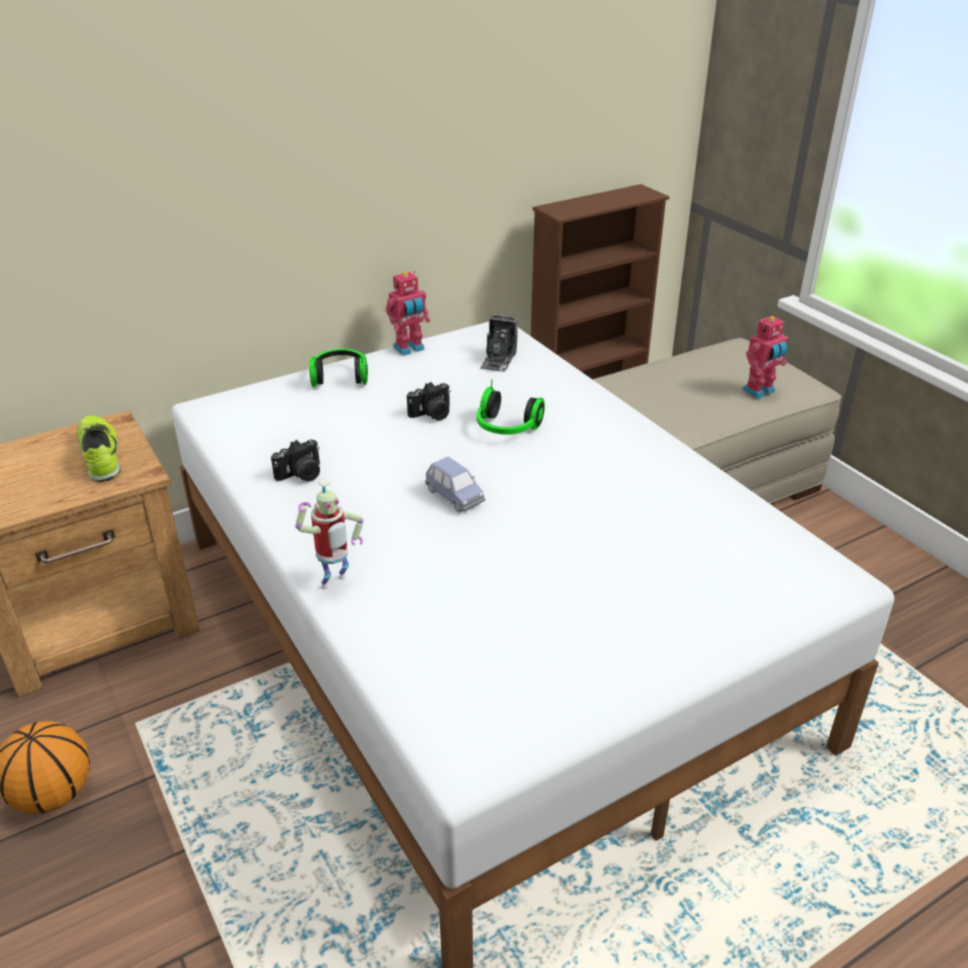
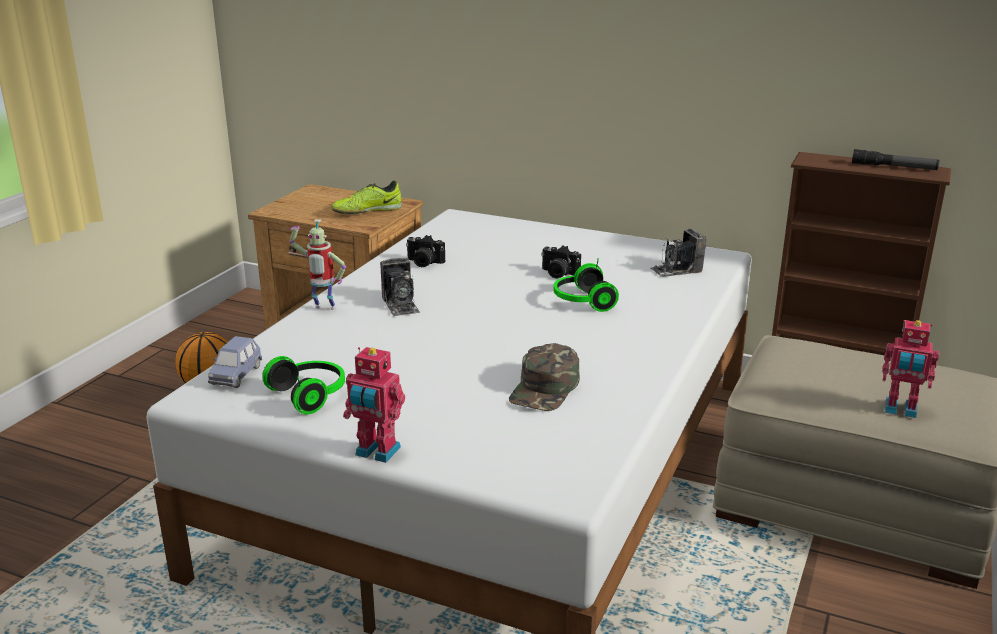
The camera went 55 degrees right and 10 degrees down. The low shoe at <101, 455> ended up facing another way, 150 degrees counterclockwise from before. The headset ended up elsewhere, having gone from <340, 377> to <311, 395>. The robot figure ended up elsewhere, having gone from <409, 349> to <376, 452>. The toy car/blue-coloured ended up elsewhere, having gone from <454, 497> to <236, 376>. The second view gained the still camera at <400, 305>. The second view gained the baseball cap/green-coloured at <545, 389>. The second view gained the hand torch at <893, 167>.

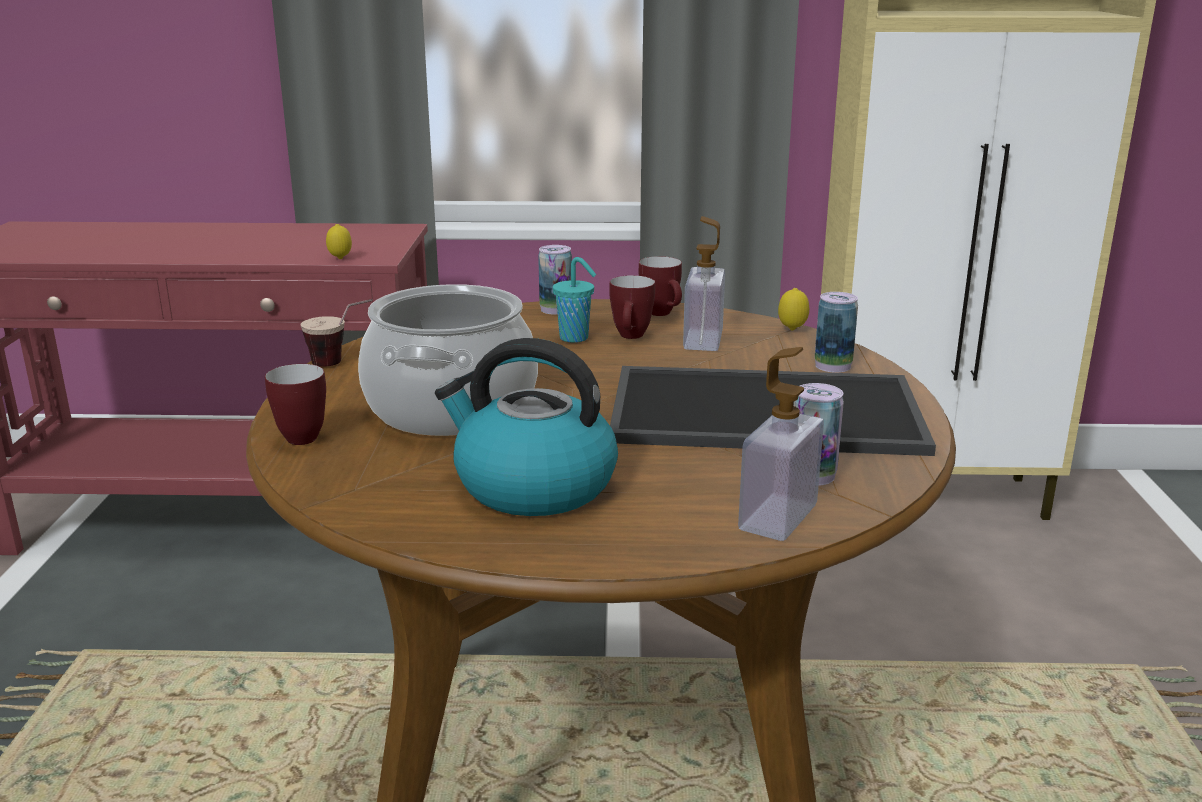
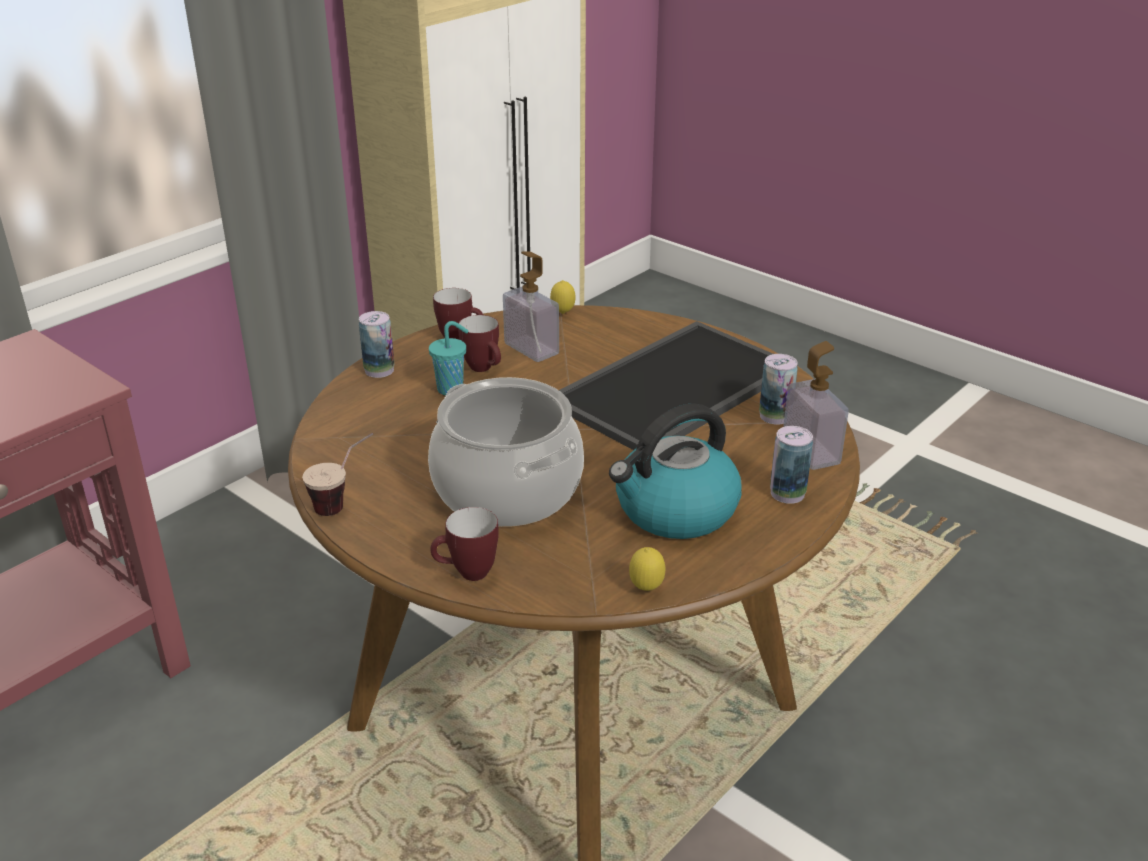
The camera went 50 degrees left and 10 degrees up. The lemon ended up elsewhere, having gone from <340, 259> to <646, 589>. The can ended up elsewhere, having gone from <833, 366> to <787, 493>.

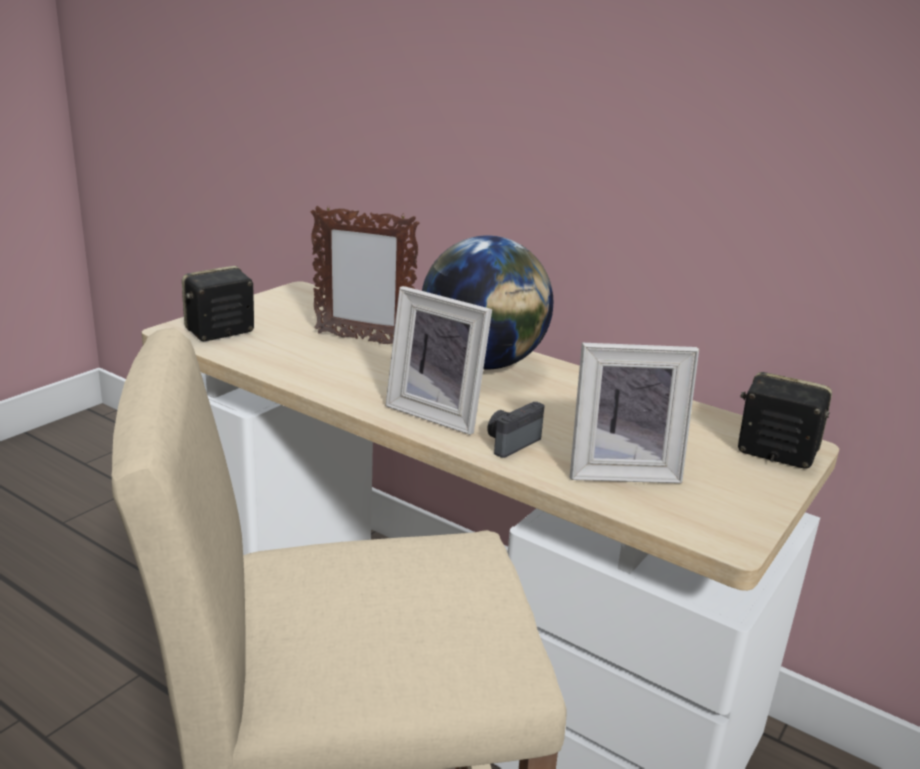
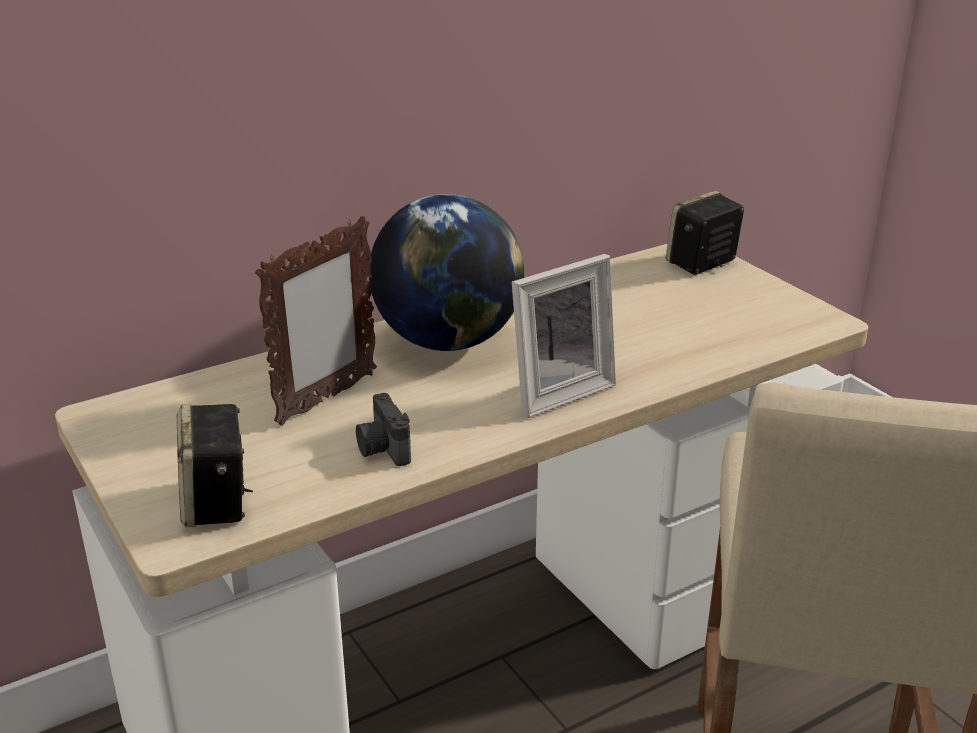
The camera went 65 degrees left and 5 degrees up. The still camera ended up elsewhere, having gone from <510, 442> to <382, 449>. The second view lost the photo frame at <621, 470>.

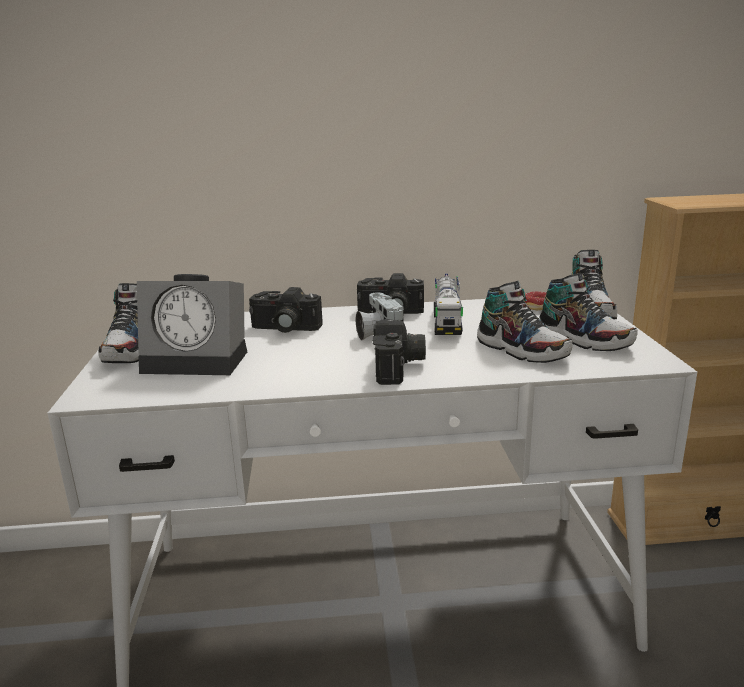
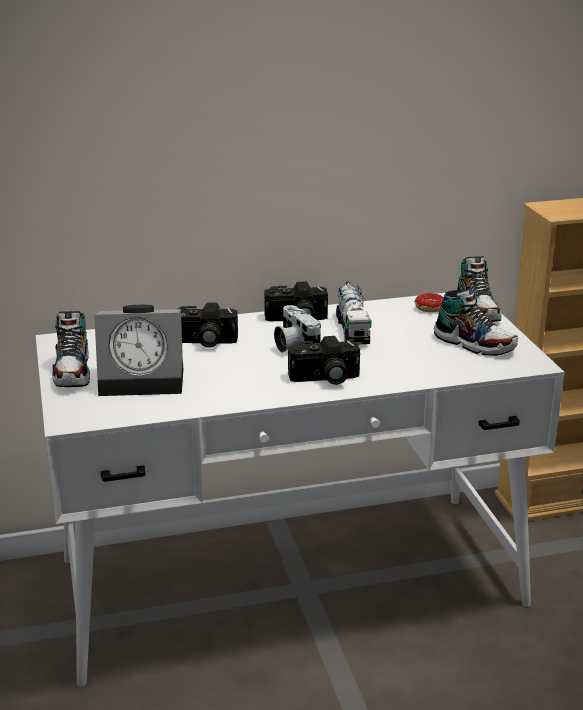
The camera went 10 degrees left and 5 degrees up. The still camera at <399, 367> ended up facing another way, 90 degrees clockwise from before. The second view lost the low shoe at <522, 350>.

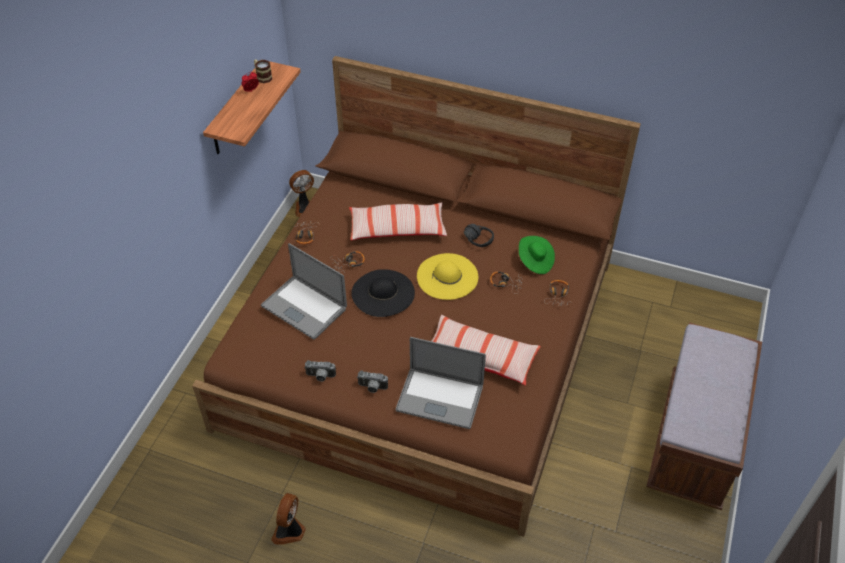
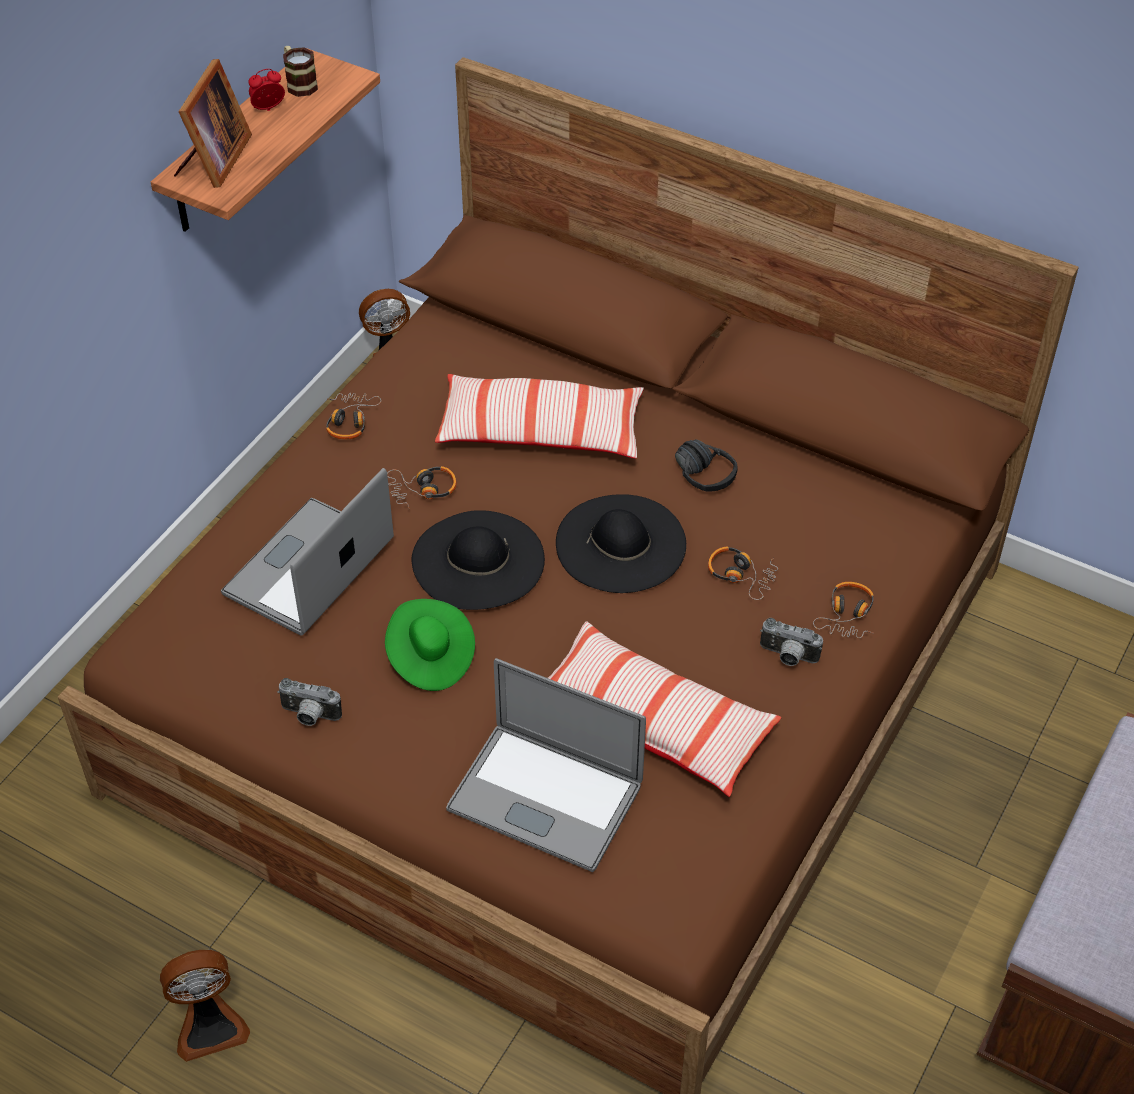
The camera went 10 degrees right and 0 degrees up. The notebook computer at <304, 307> ended up facing another way, 75 degrees clockwise from before. The electric fan at <290, 531> ended up facing another way, 135 degrees counterclockwise from before. The still camera ended up elsewhere, having gone from <372, 388> to <787, 657>. What was the wearable hat/yellow at <447, 276> turned into the wearable hat/black-coloured at <621, 543>. The wearable hat/green-coloured ended up elsewhere, having gone from <535, 261> to <430, 658>. The second view gained the photo frame at <213, 161>.

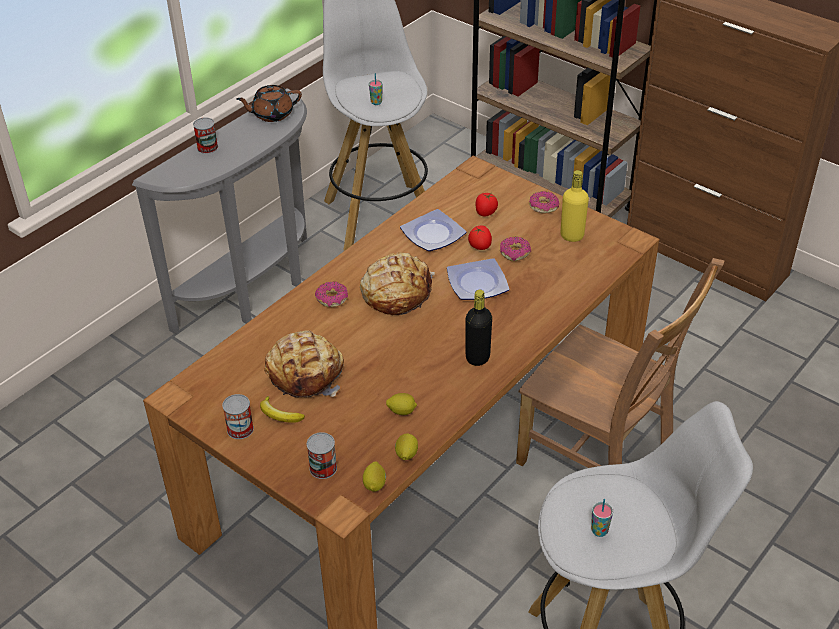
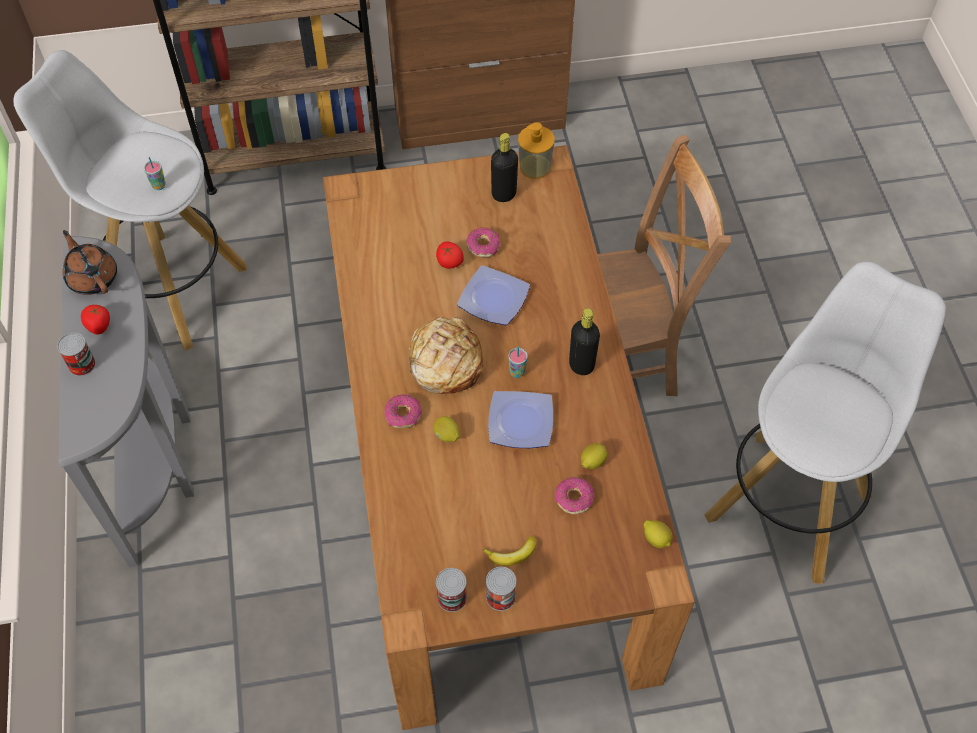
The camera went 50 degrees left and 15 degrees up. The tea pot/brownish at <272, 114> ended up facing another way, 120 degrees clockwise from before. The second view lost the bakery bread at <306, 373>. The can ended up elsewhere, having gone from <323, 468> to <452, 597>. The lemon ended up elsewhere, having gone from <406, 454> to <446, 435>. The flat dish ended up elsewhere, having gone from <432, 235> to <521, 423>. The fresh tomato ended up elsewhere, having gone from <485, 212> to <99, 326>. The doughnut ended up elsewhere, having gone from <543, 206> to <573, 498>. What was the beverage bottle/yellow at <572, 236> turned into the beverage bottle/black-coloured at <503, 194>. The small cup ended up elsewhere, having gone from <599, 531> to <517, 372>. The second view gained the soap bottle at <535, 166>.

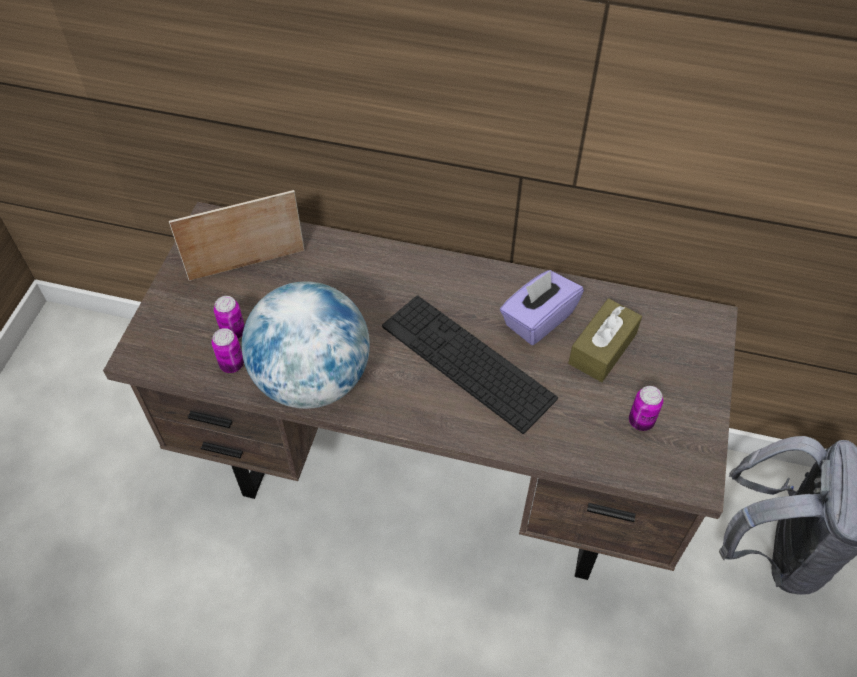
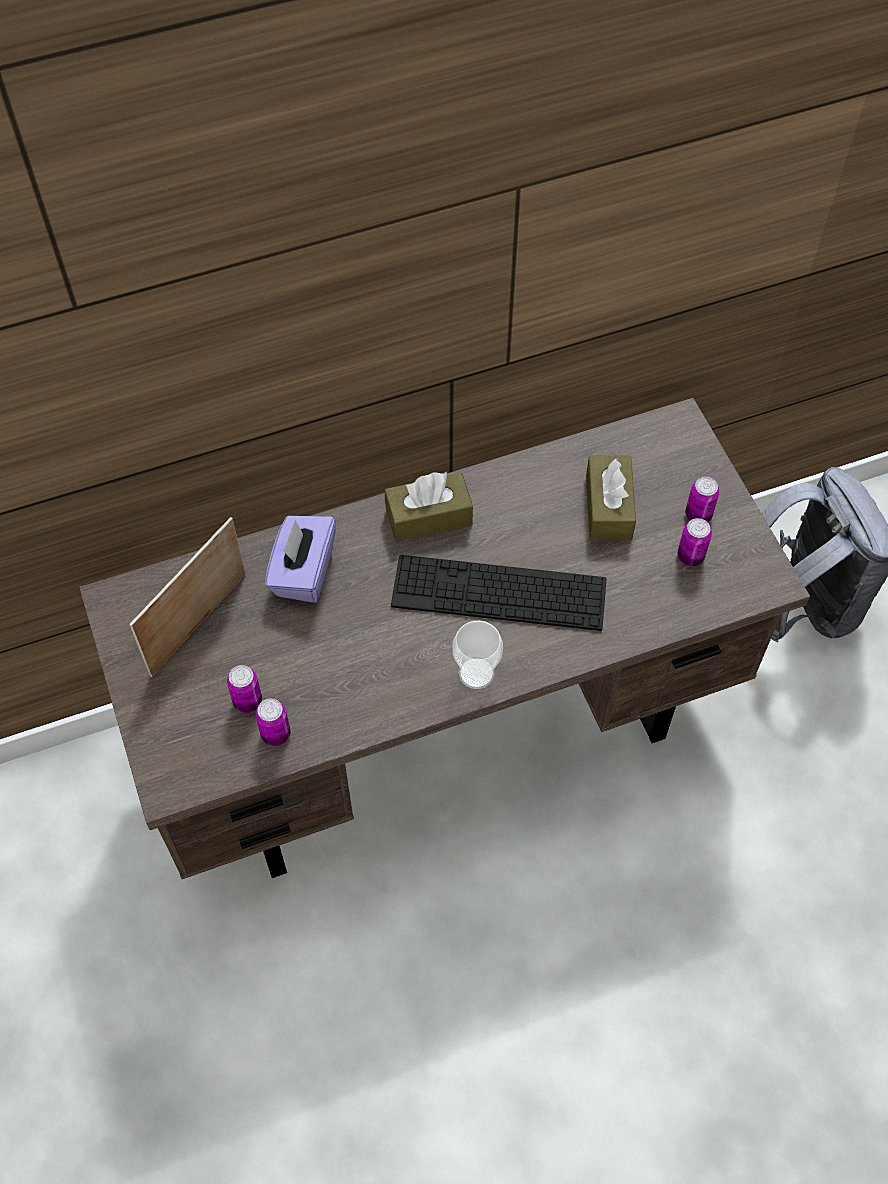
The camera went 35 degrees left and 5 degrees up. The second view lost the world globe at <312, 379>. The box of tissues/purple-coloured ended up elsewhere, having gone from <537, 319> to <303, 572>. The second view gained the box of tissues/brownish at <428, 517>. The second view gained the small cup at <476, 673>. The second view gained the can at <698, 515>.

